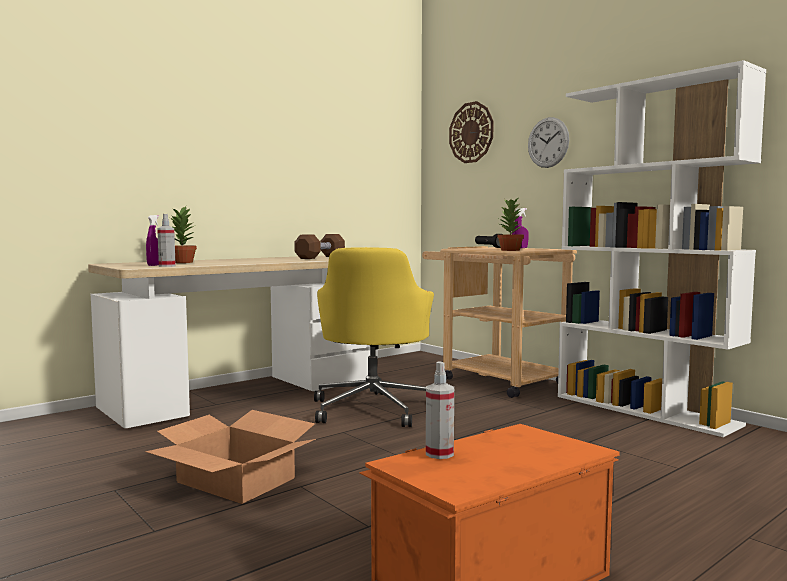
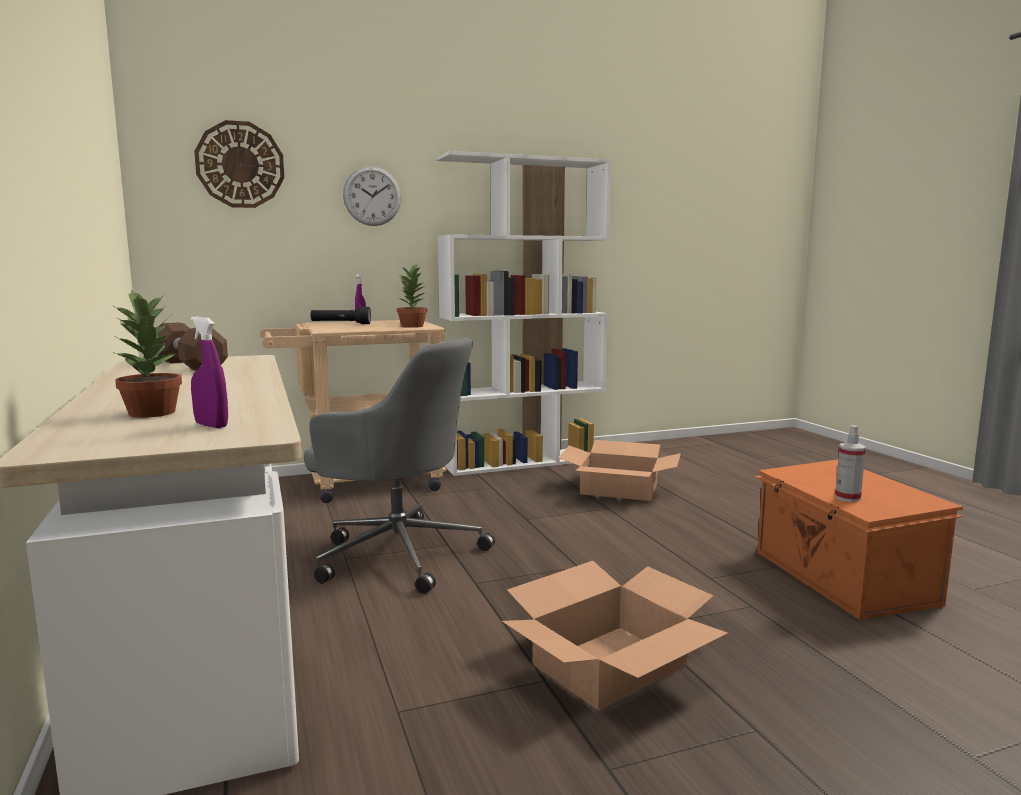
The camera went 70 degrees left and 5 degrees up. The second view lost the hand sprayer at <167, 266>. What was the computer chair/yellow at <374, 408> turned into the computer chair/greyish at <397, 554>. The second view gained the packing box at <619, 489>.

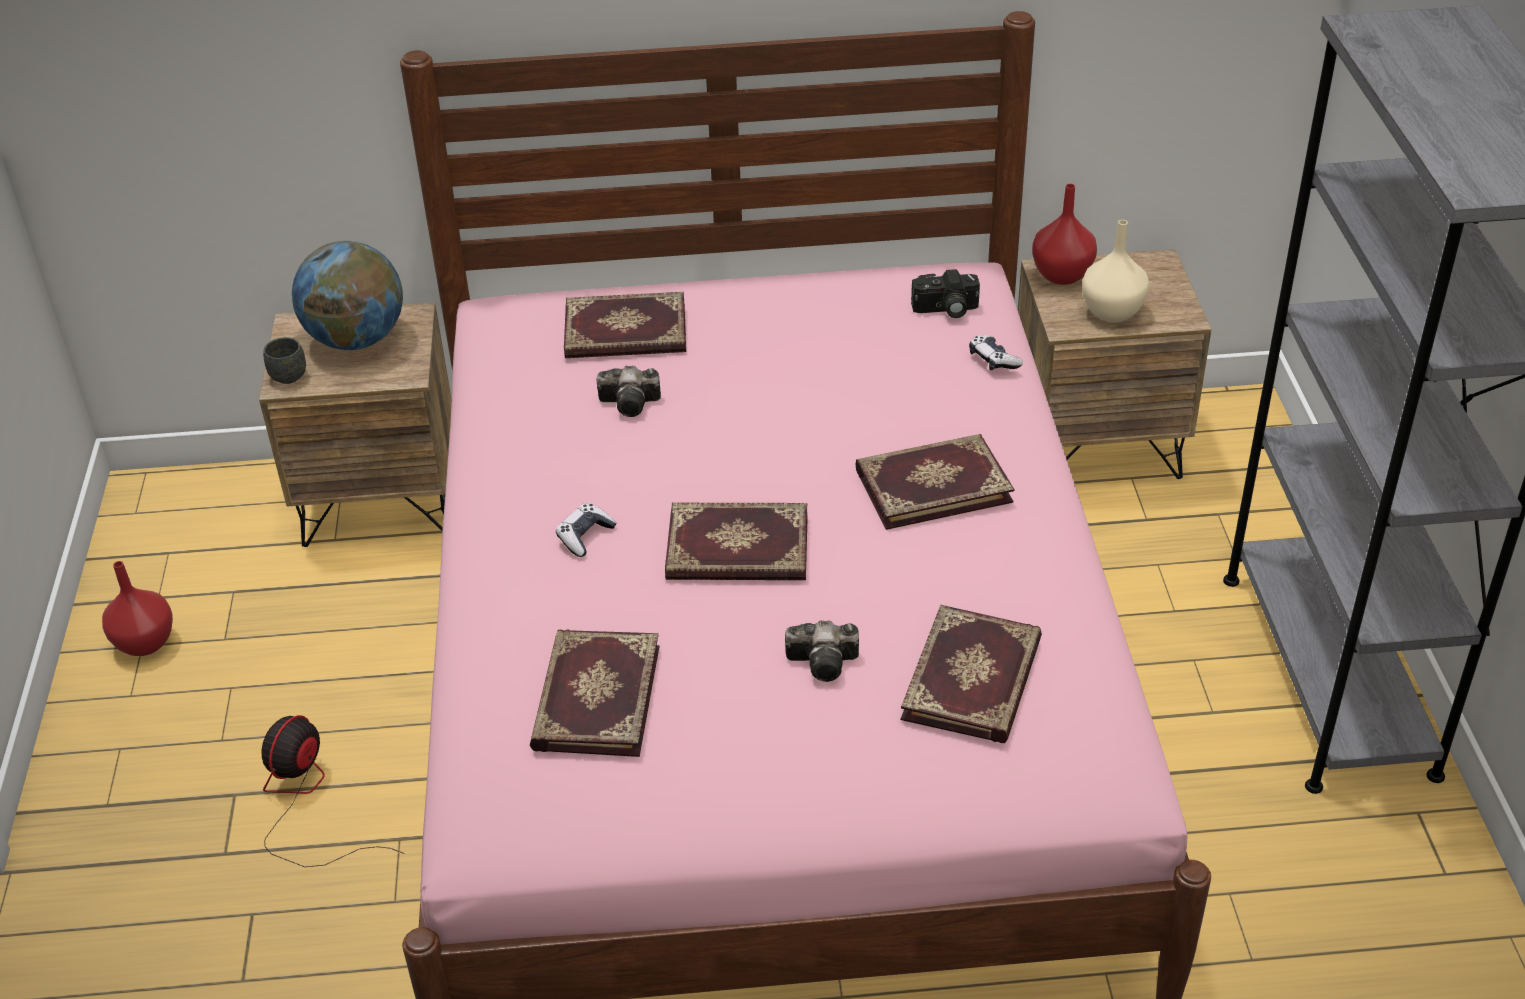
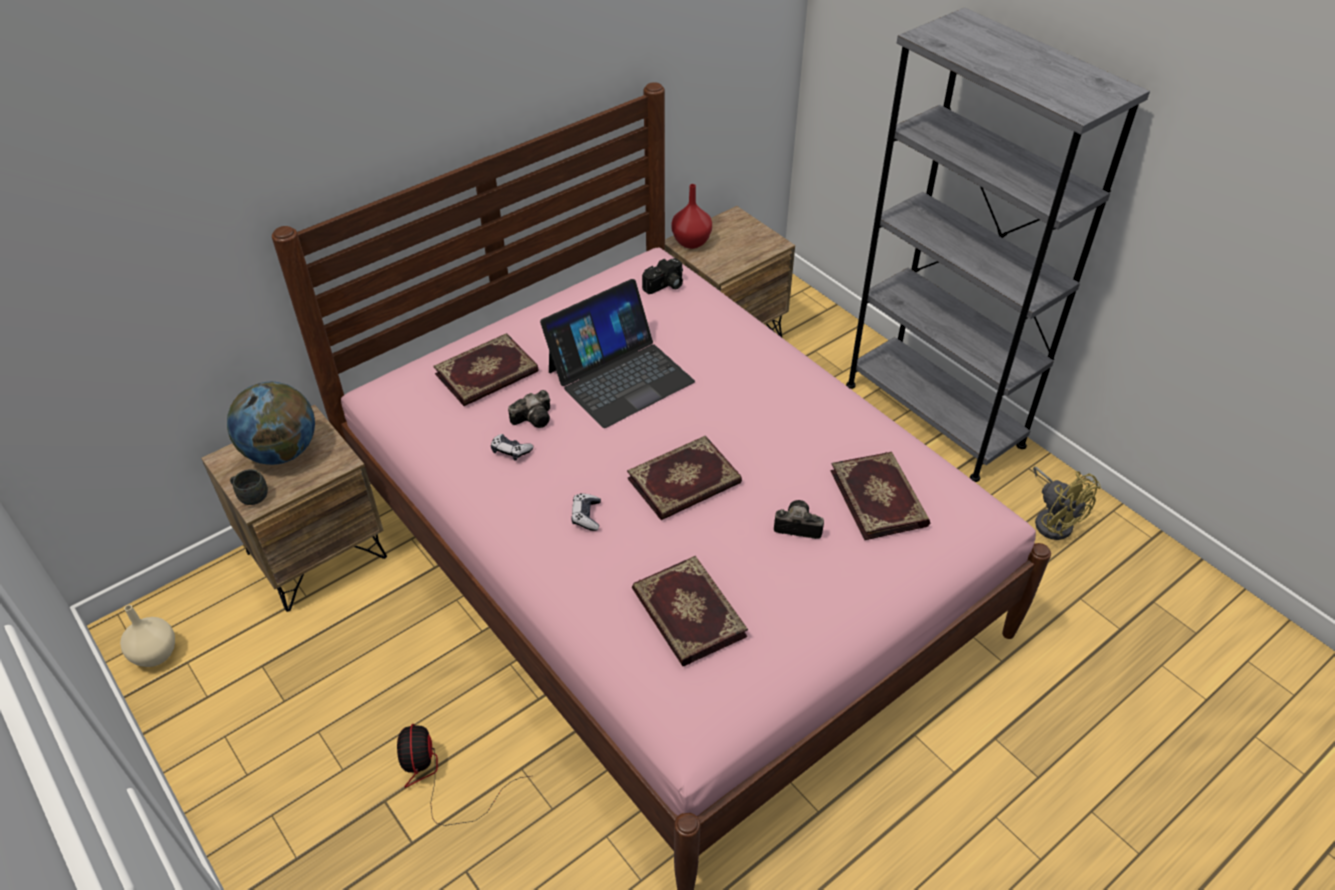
The camera went 35 degrees left and 5 degrees up. The second view lost the flower vase/red-coloured at <144, 642>. The still camera at <826, 662> ended up facing another way, 135 degrees counterclockwise from before. The second view lost the book at <932, 484>. The game controller ended up elsewhere, having gone from <993, 360> to <511, 451>. The flower vase/beige ended up elsewhere, having gone from <1112, 313> to <156, 655>. The second view gained the notebook computer at <619, 376>. The second view gained the electric fan/yellow at <1053, 520>.

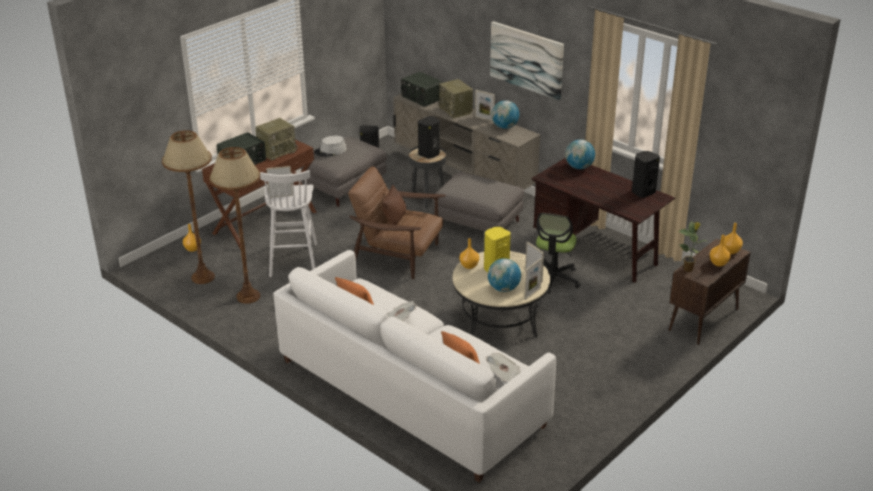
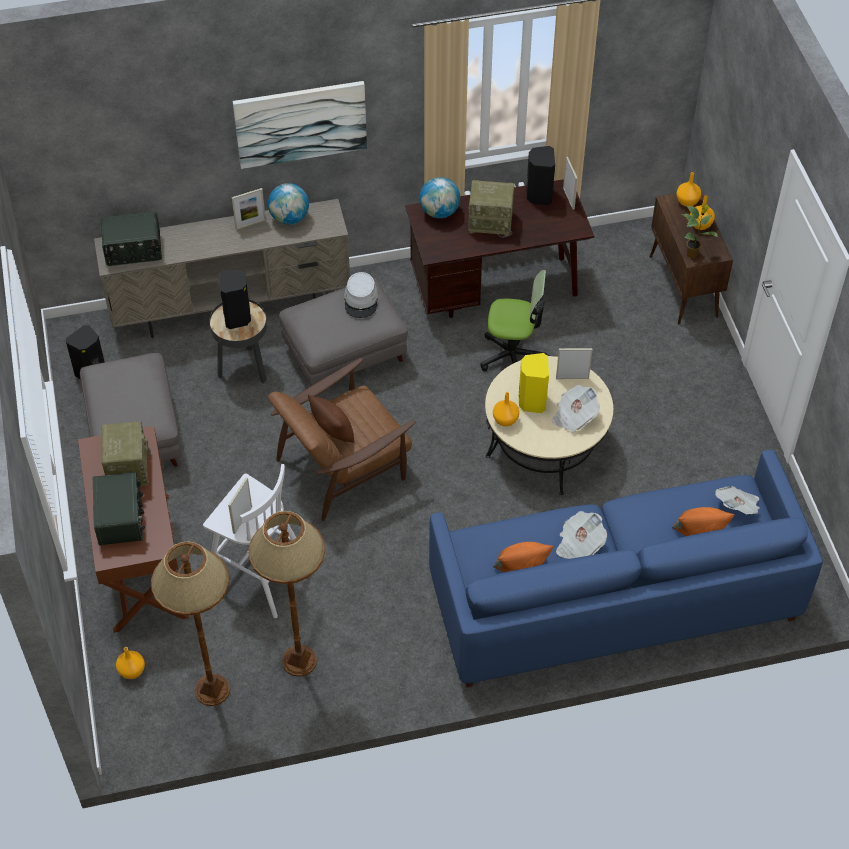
The camera went 55 degrees left and 20 degrees up. What was the sofa/white at <410, 393> turned into the sofa/blue-coloured at <613, 599>. The wearable hat/greyish ended up elsewhere, having gone from <330, 151> to <361, 300>. The radio ended up elsewhere, having gone from <456, 111> to <491, 222>. Where the world globe stood at <503, 289>, the daily paper came to stand at <574, 416>. The photo frame ended up elsewhere, having gone from <532, 293> to <568, 198>. The computer chair at <553, 279> ended up facing another way, 45 degrees counterclockwise from before.

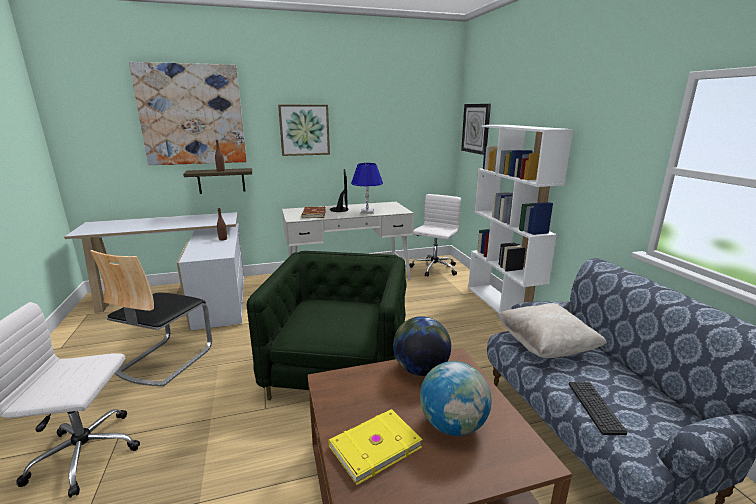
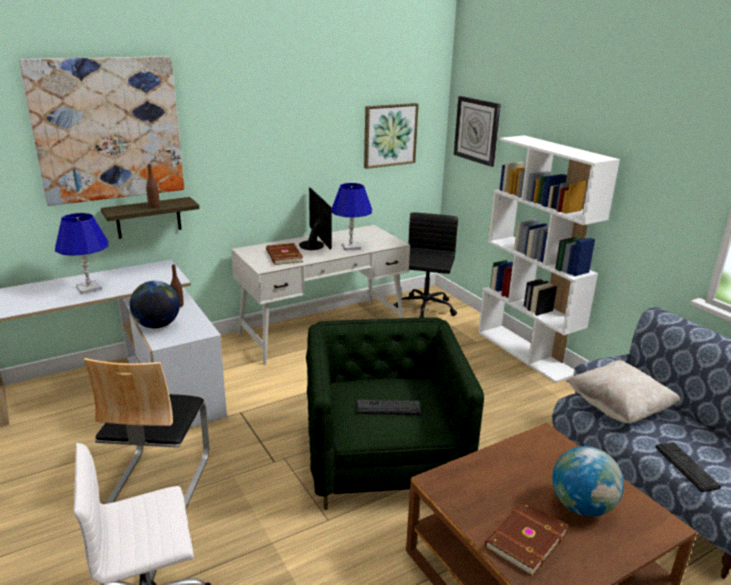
The camera went 15 degrees left and 5 degrees up. The wall art ended up elsewhere, having gone from <304, 130> to <390, 135>. What was the book/yellow at <373, 446> turned into the book/brownish at <524, 539>. The world globe ended up elsewhere, having gone from <420, 369> to <157, 325>. What was the computer chair/white at <434, 269> turned into the computer chair/black-coloured at <425, 308>. The second view gained the table lamp/blue-coloured at <89, 288>. The second view gained the computer keyboard at <388, 408>.

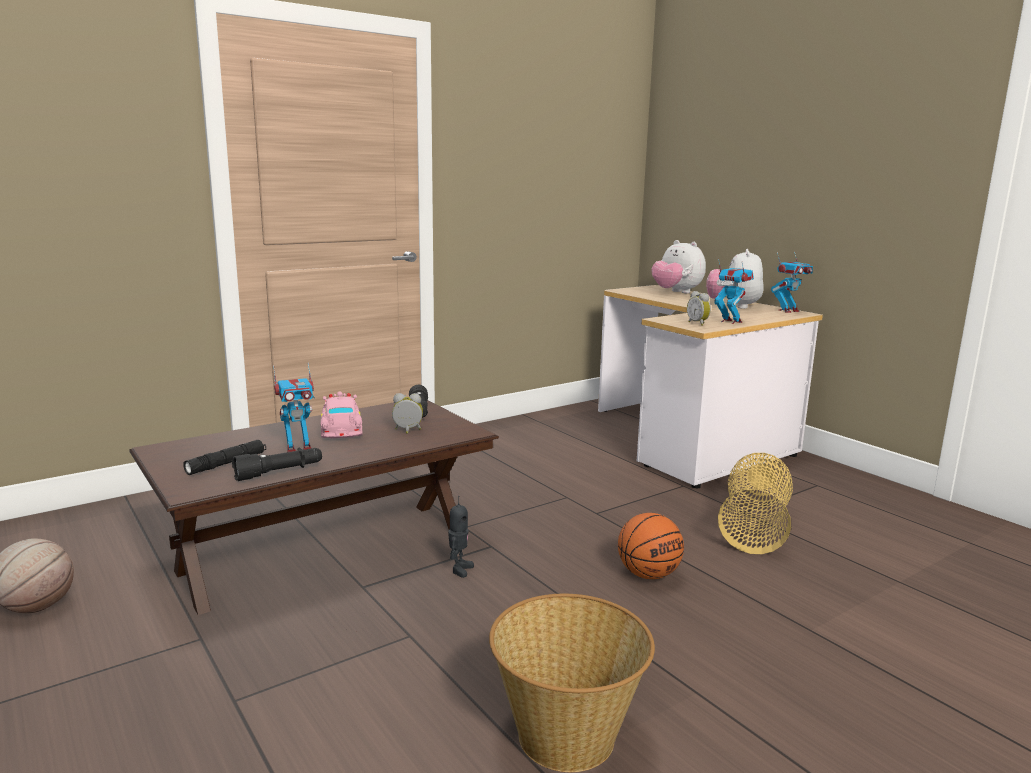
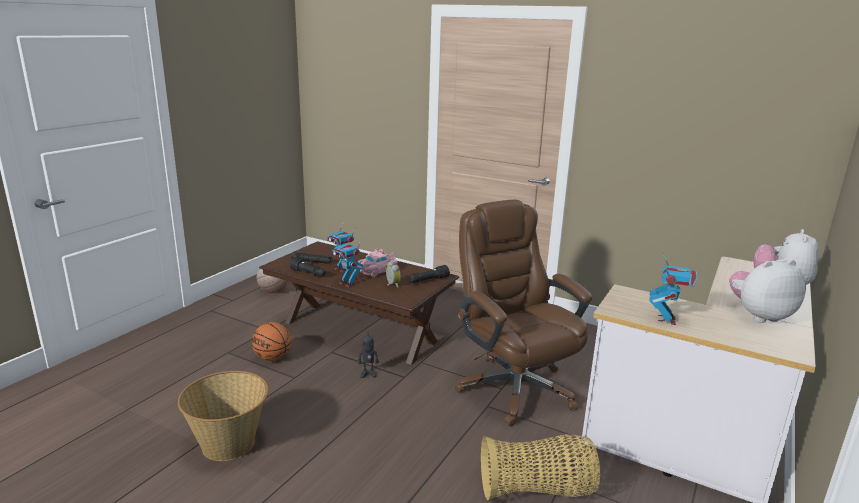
The camera went 65 degrees right and 5 degrees up. The basketball ended up elsewhere, having gone from <648, 574> to <273, 358>. The second view lost the table clock at <698, 323>. The robot figure ended up elsewhere, having gone from <788, 311> to <347, 283>. The second view gained the computer chair/brownish at <514, 387>.

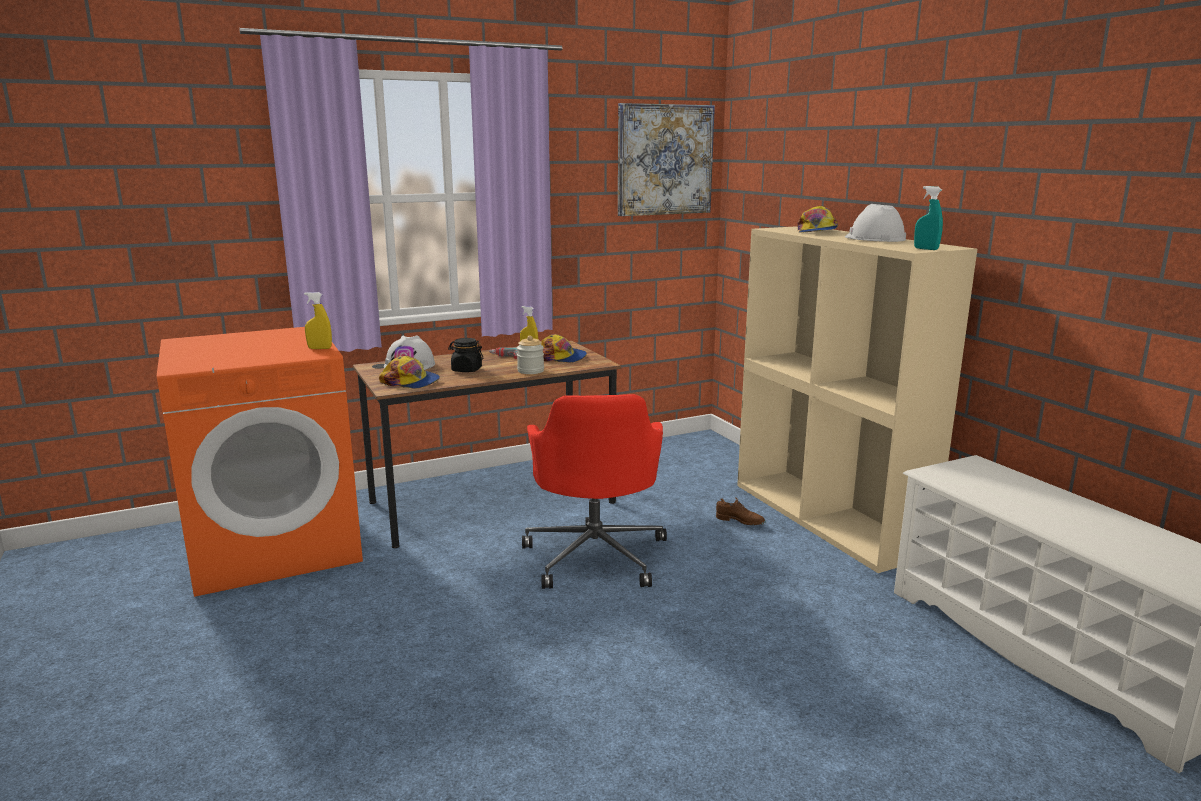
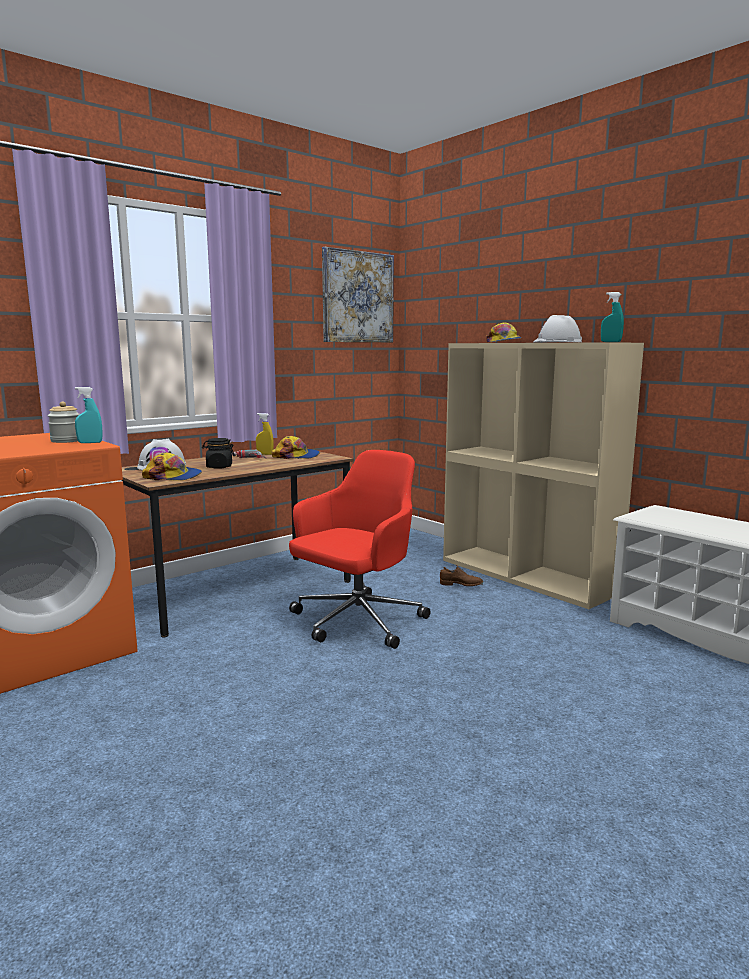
The camera went 15 degrees left and 5 degrees down. What was the hand sprayer/yellow at <320, 348> turned into the hand sprayer/turquoise at <90, 442>. The preserve jar ended up elsewhere, having gone from <530, 371> to <66, 441>. The computer chair/red-coloured at <595, 555> ended up facing another way, 120 degrees counterclockwise from before.

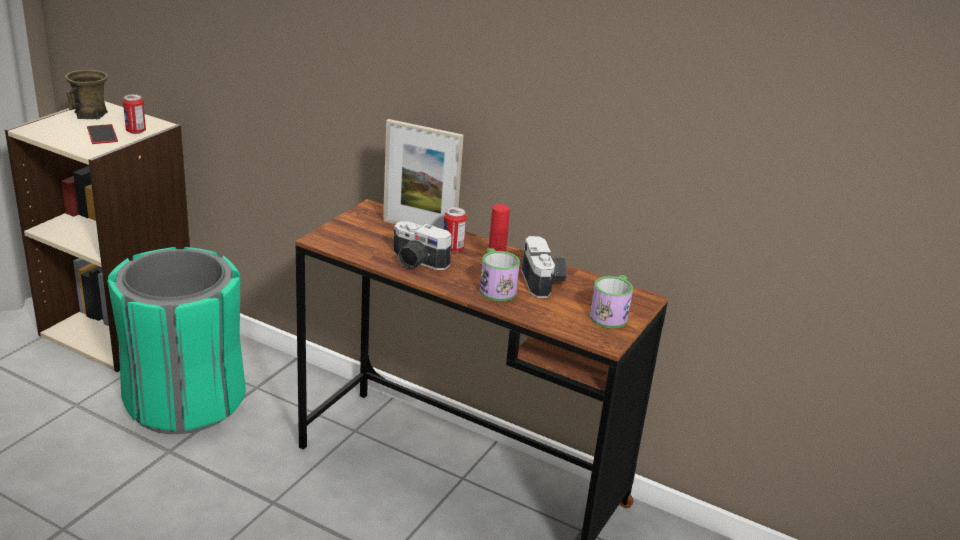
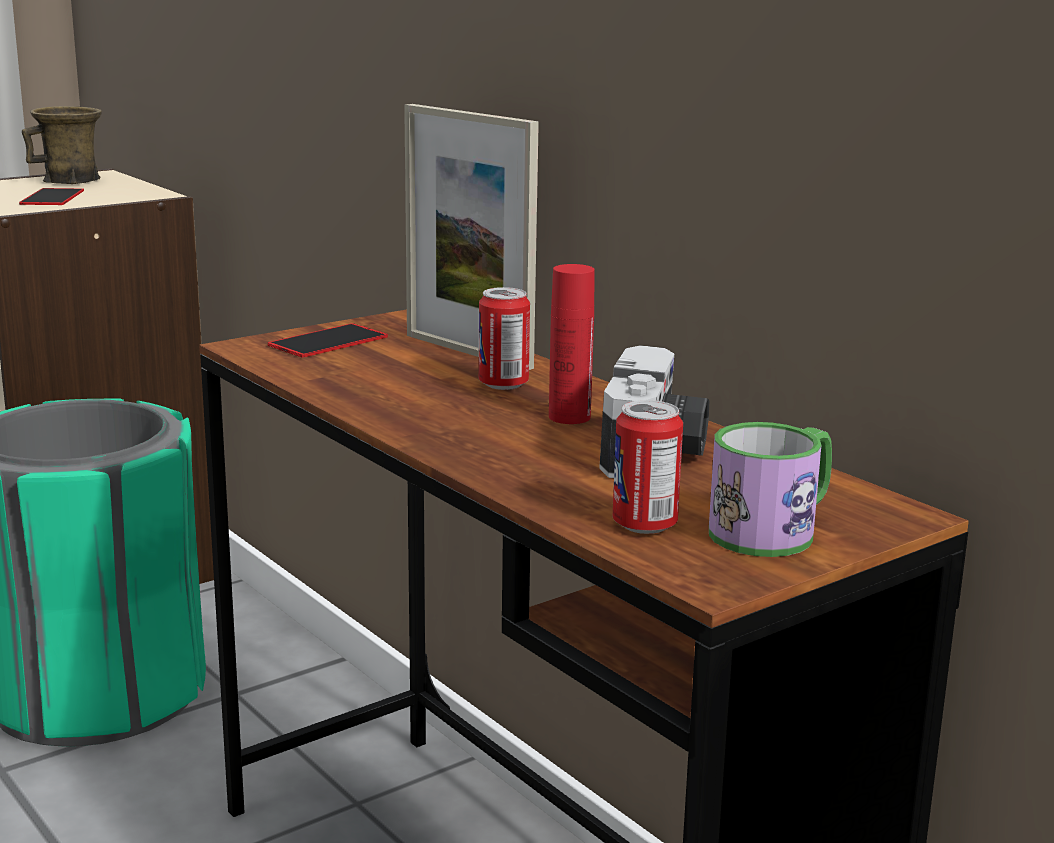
The camera went 25 degrees right and 10 degrees down. The can ended up elsewhere, having gone from <136, 131> to <644, 525>. The second view lost the still camera at <417, 262>. The second view lost the tea mug at <495, 287>. The second view gained the handset at <328, 341>.

